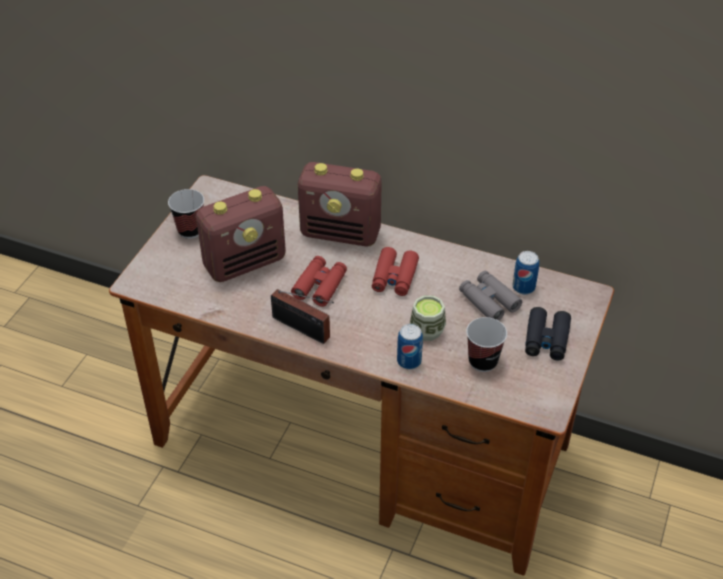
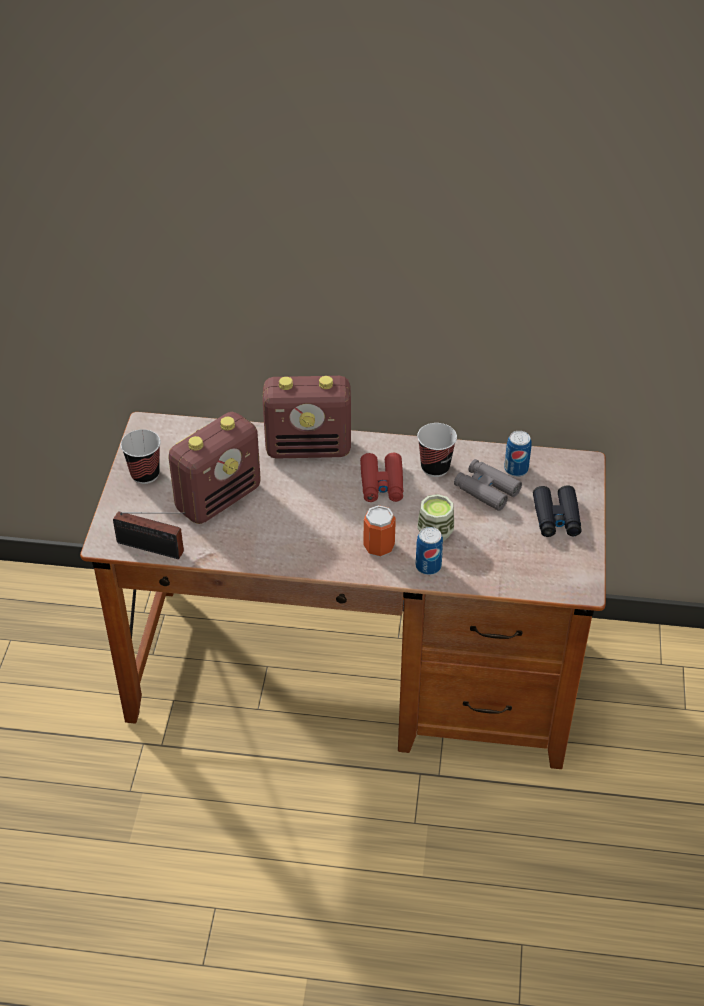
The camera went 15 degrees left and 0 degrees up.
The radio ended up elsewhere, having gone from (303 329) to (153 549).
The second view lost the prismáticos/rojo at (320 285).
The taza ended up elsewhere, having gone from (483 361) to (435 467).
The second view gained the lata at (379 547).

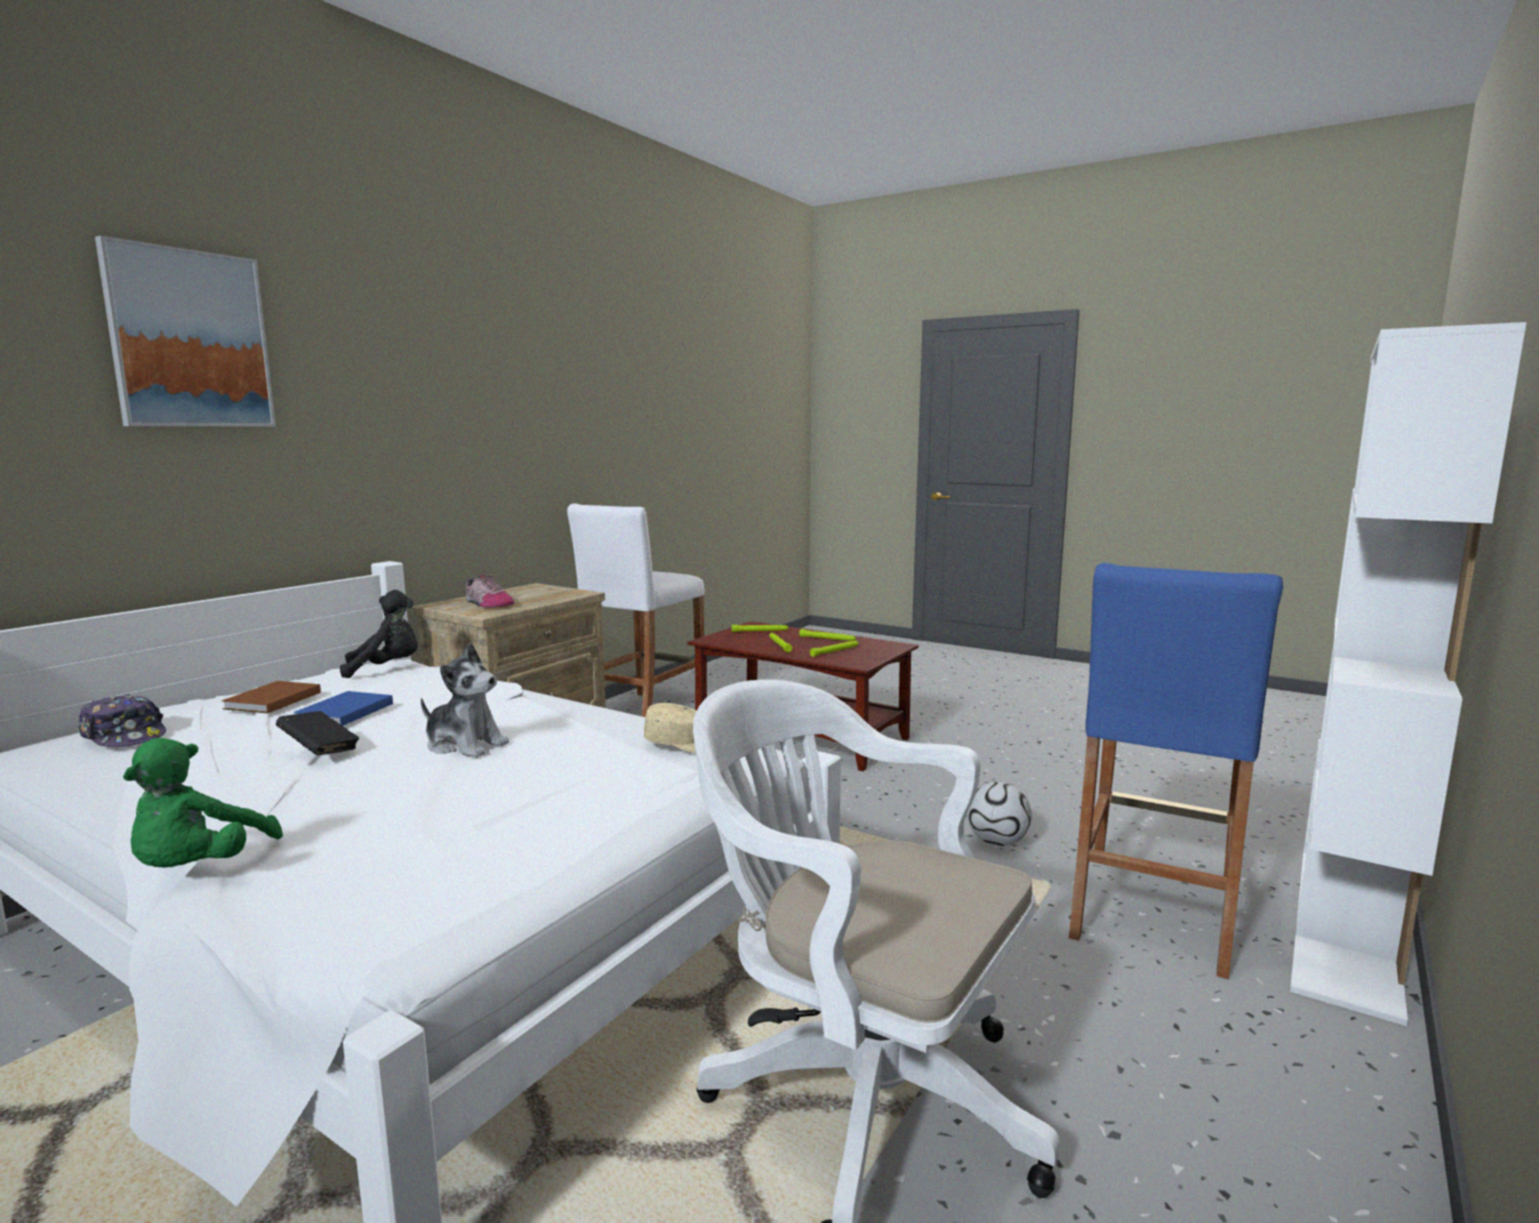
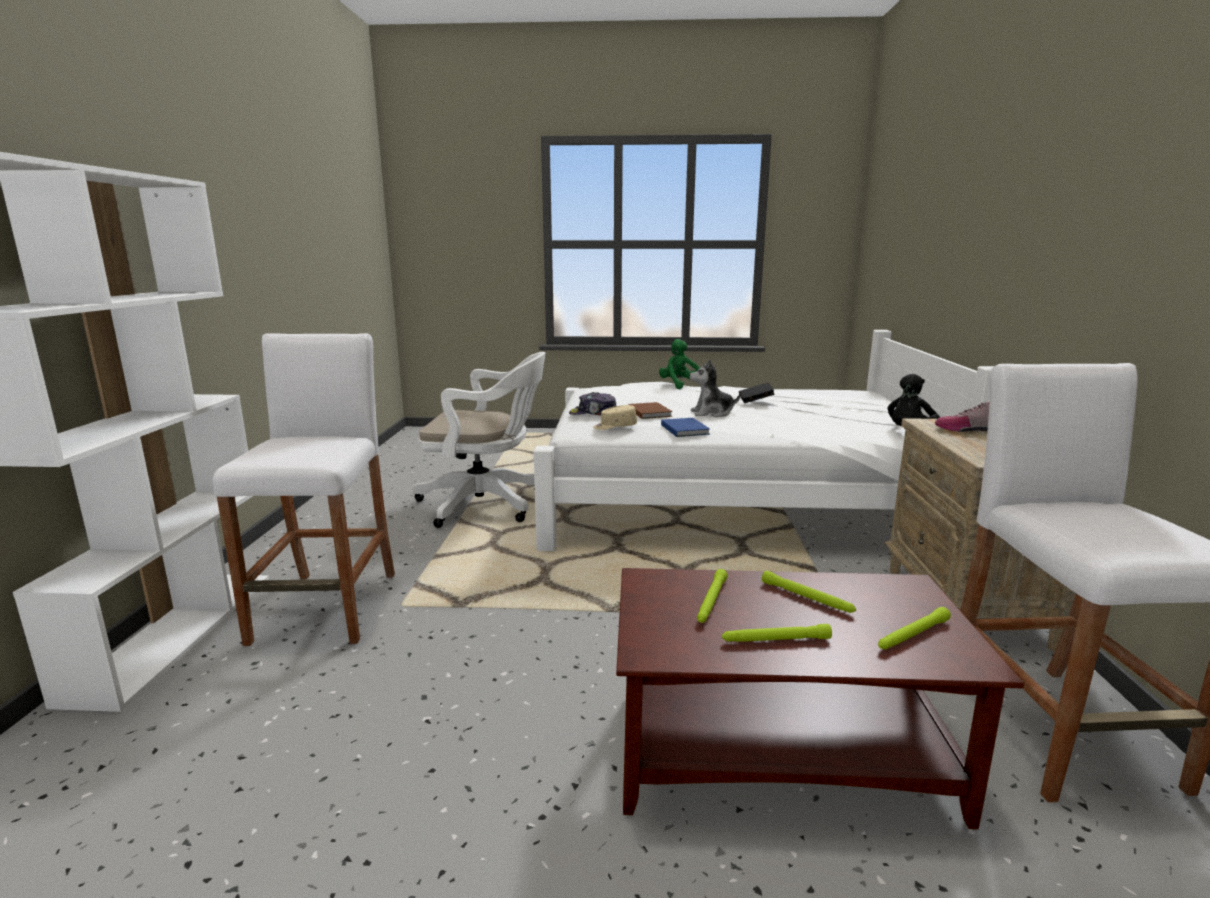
The camera went 150 degrees right and 5 degrees up.
The gorra ended up elsewhere, having gone from (125 736) to (593 414).
The second view lost the cuadro at (189 339).
The libro/marrón ended up elsewhere, having gone from (270 701) to (649 412).
The libro/azul ended up elsewhere, having gone from (342 713) to (685 429).
The second view lost the balón de fútbol at (997 842).
What was the taburete/azul at (1153 910) turned into the taburete/blanco at (327 607).

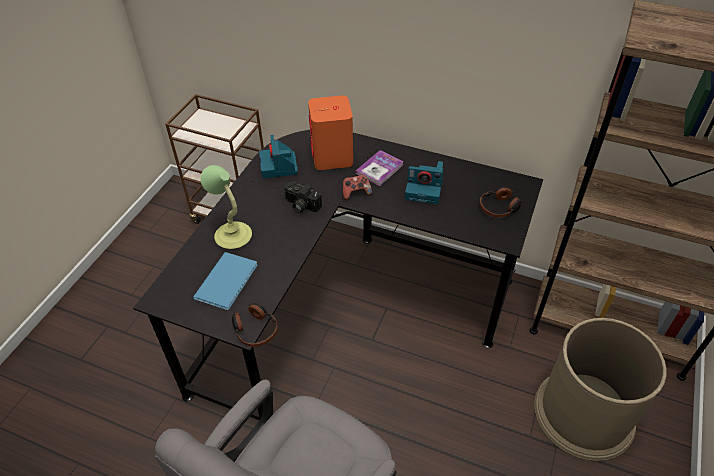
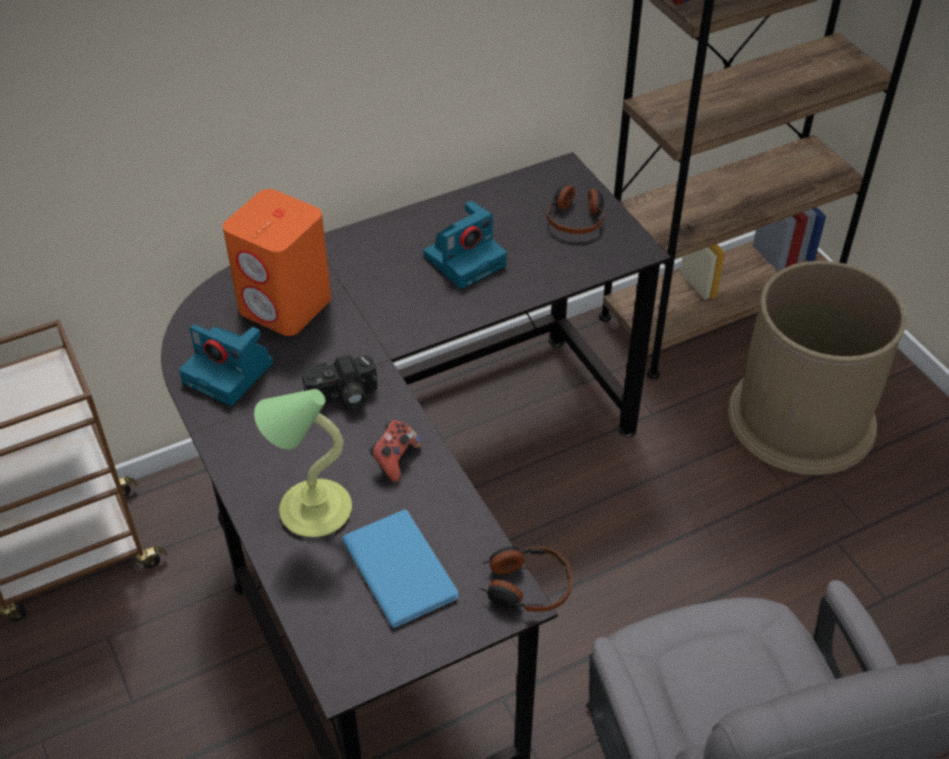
The camera went 50 degrees left and 0 degrees up.
The mando de consola ended up elsewhere, having gone from (356 193) to (395 460).
The second view lost the libro at (379 169).

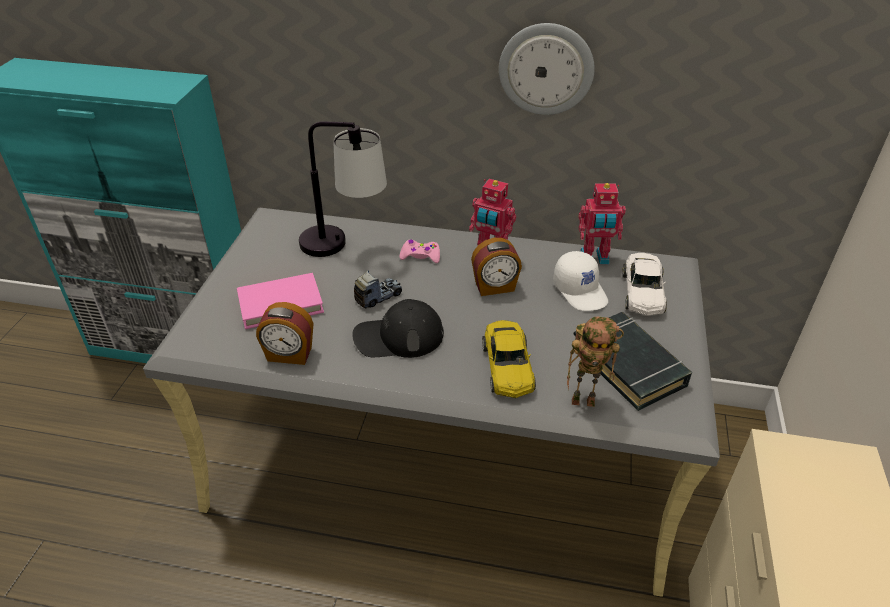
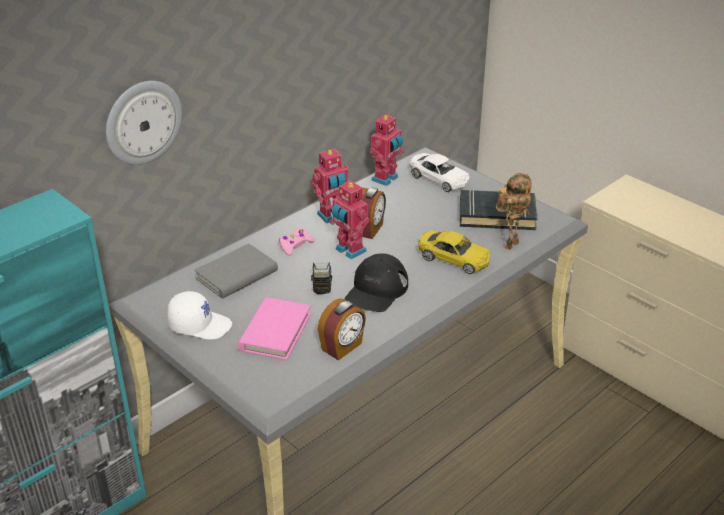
The camera went 55 degrees left and 5 degrees down.
Where the lámpara de mesa stood at (344 246), the libro/gris came to stand at (237 275).
The reloj de pared ended up elsewhere, having gone from (546 69) to (143 122).
The gorra/blanco ended up elsewhere, having gone from (581 291) to (200 325).
The second view gained the robot de juguete at (349 251).

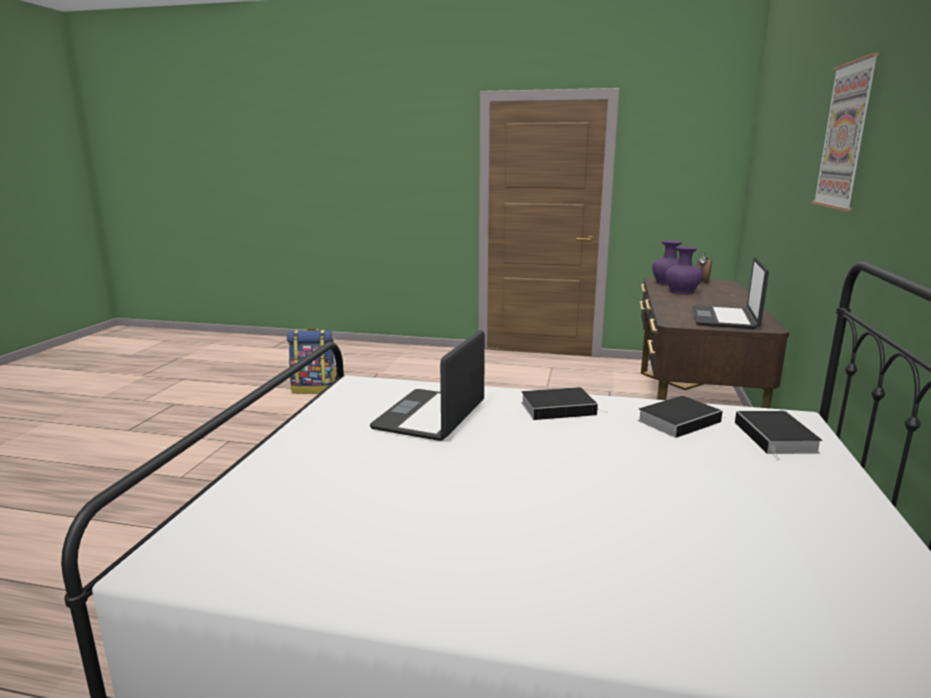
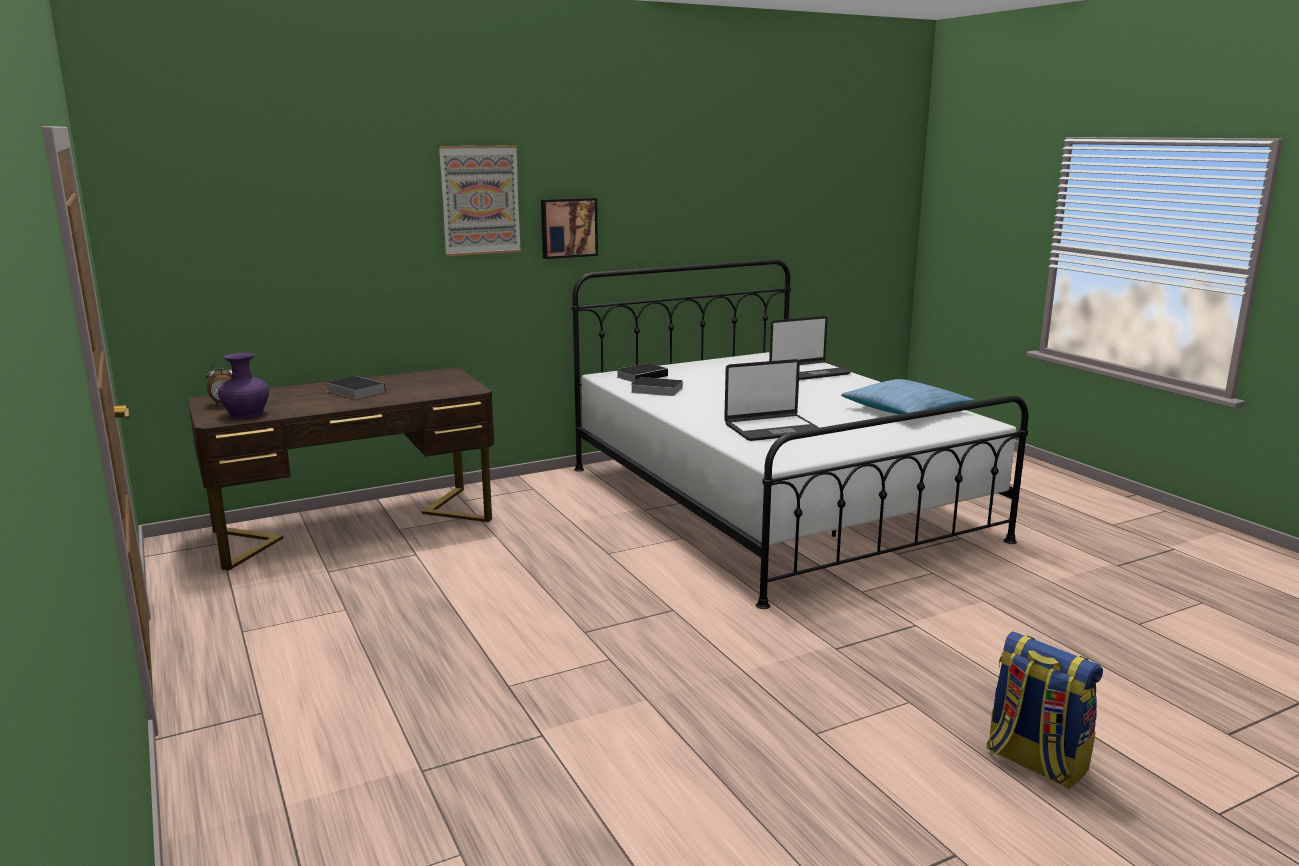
The camera went 130 degrees left and 0 degrees up.
The mochila ended up elsewhere, having gone from (314 389) to (1034 762).
The libro ended up elsewhere, having gone from (559 408) to (354 391).
The second view lost the florero/morado at (681 292).
The portátil ended up elsewhere, having gone from (725 319) to (808 372).
The second view gained the cuadro at (568 227).
The second view gained the cojín at (905 410).

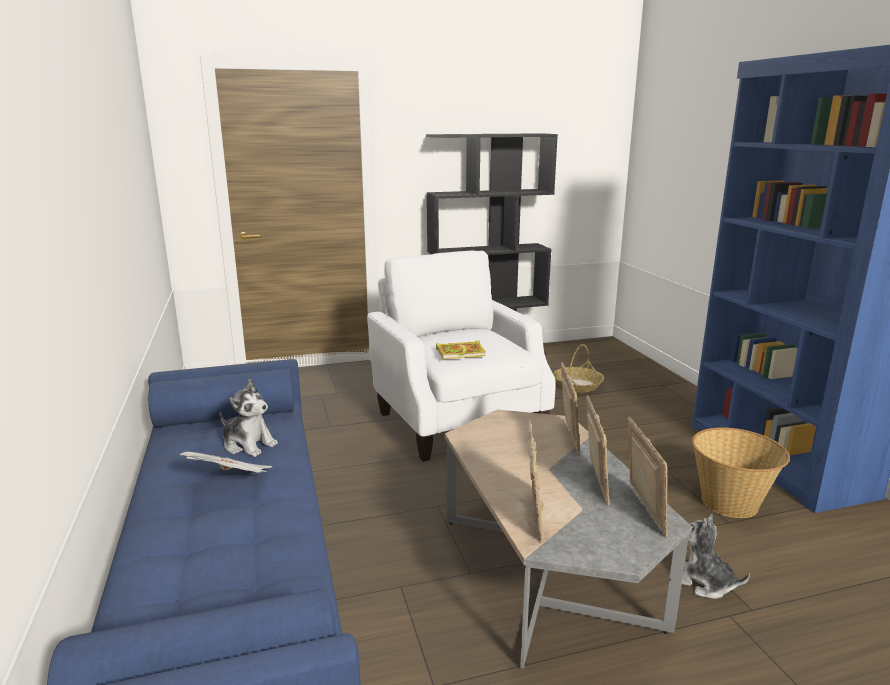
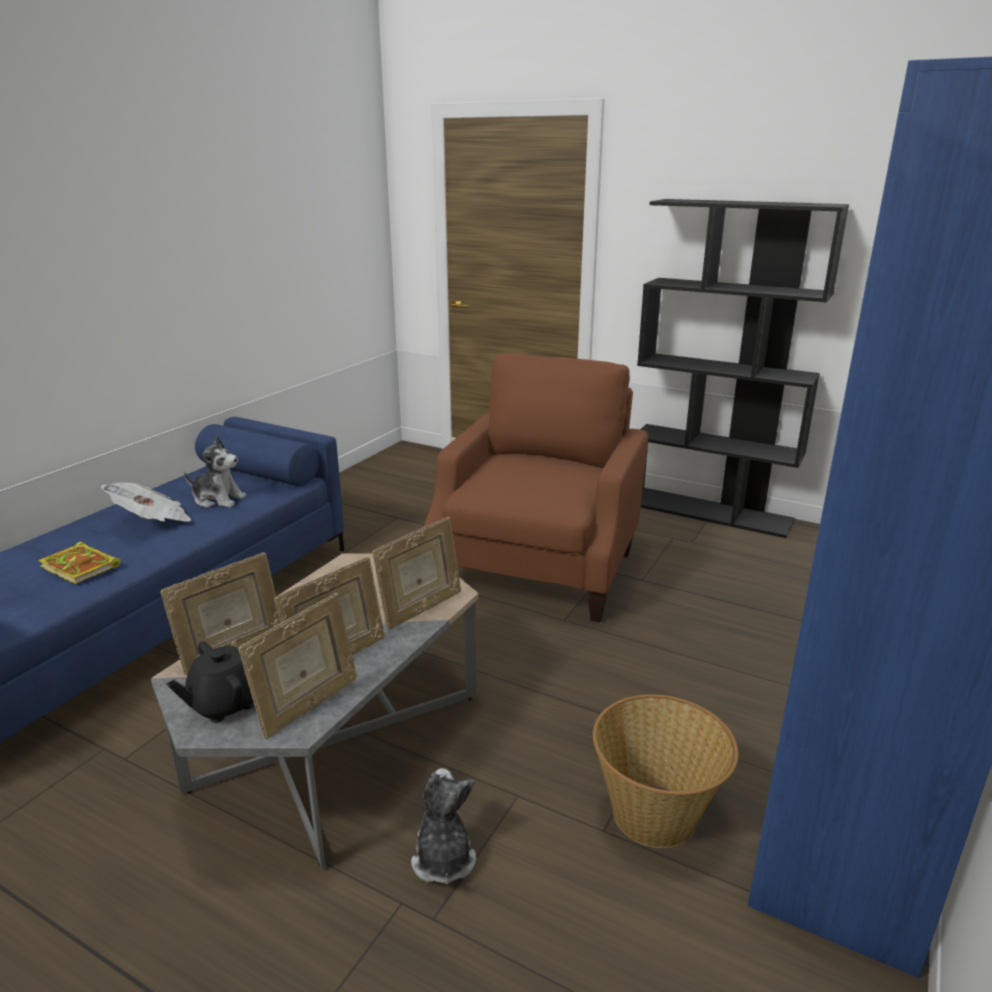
The camera went 45 degrees right and 5 degrees up.
The peluche at (248 444) ended up facing another way, 60 degrees counterclockwise from before.
What was the sillón/blanco at (457 420) turned into the sillón/marrón at (539 568).
The libro ended up elsewhere, having gone from (461 352) to (82 567).
The second view lost the cesta at (577 385).
The second view gained the tetera/negro at (225 704).

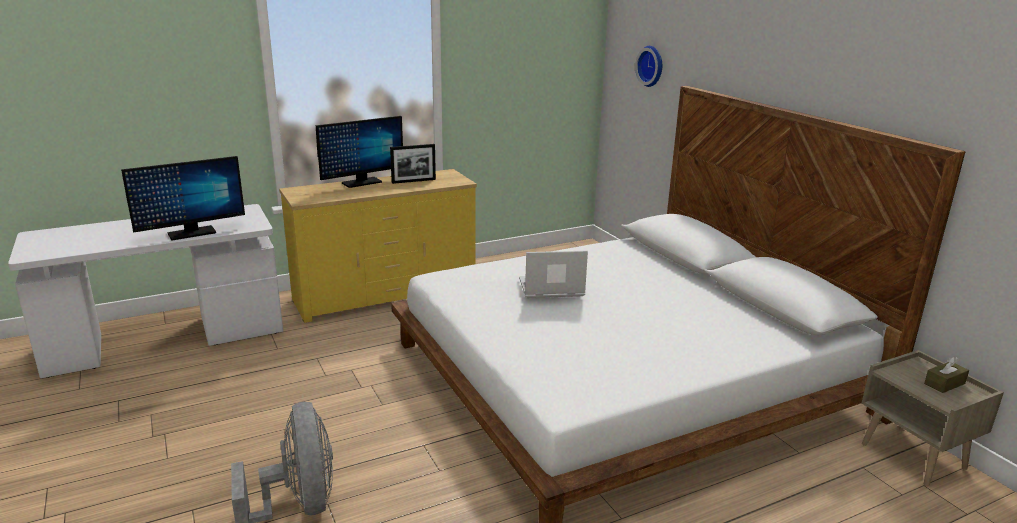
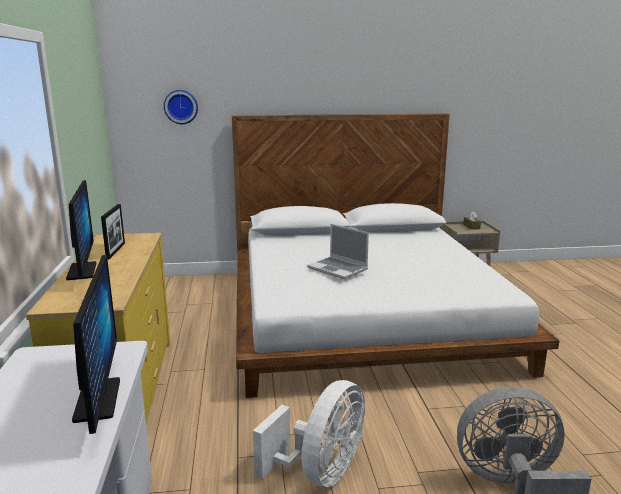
The camera went 70 degrees left and 5 degrees down.
The portátil at (550 288) ended up facing another way, 60 degrees counterclockwise from before.
The second view gained the ventilador/blanco at (321 472).

